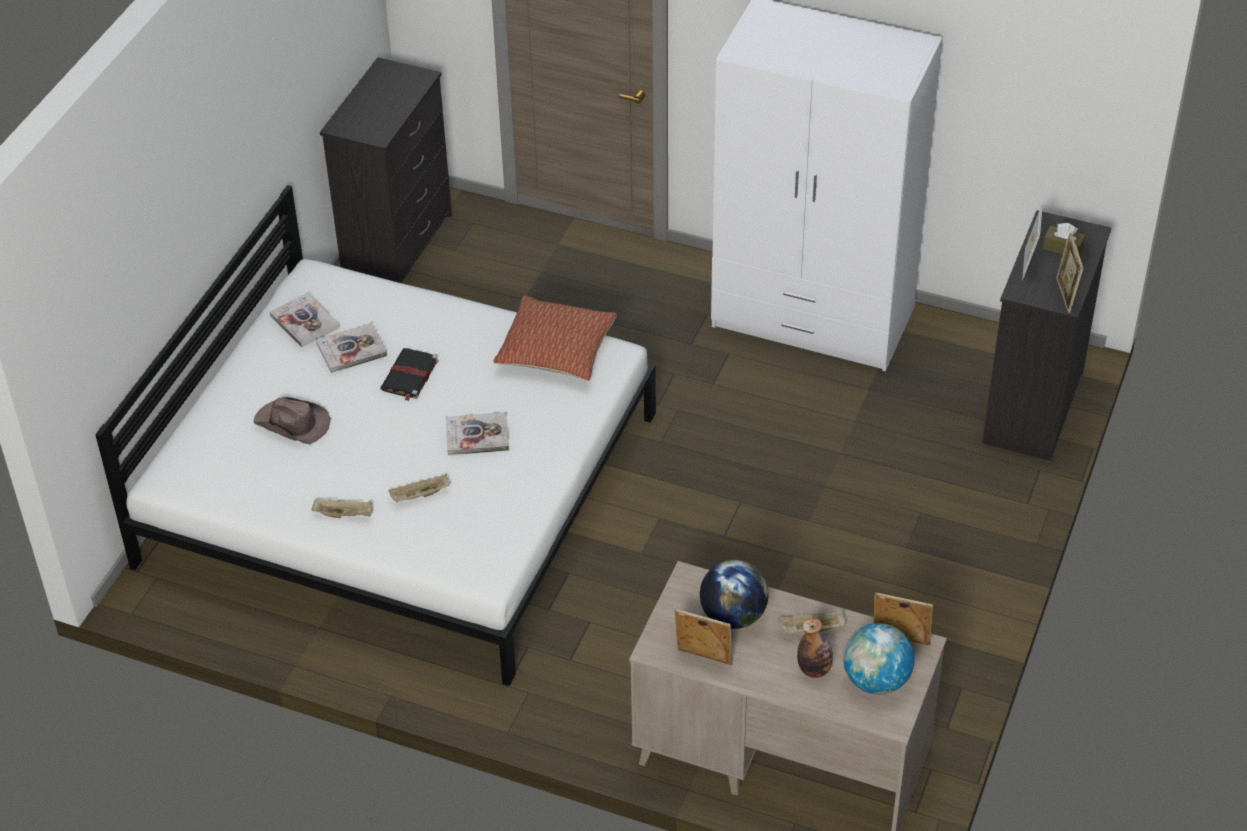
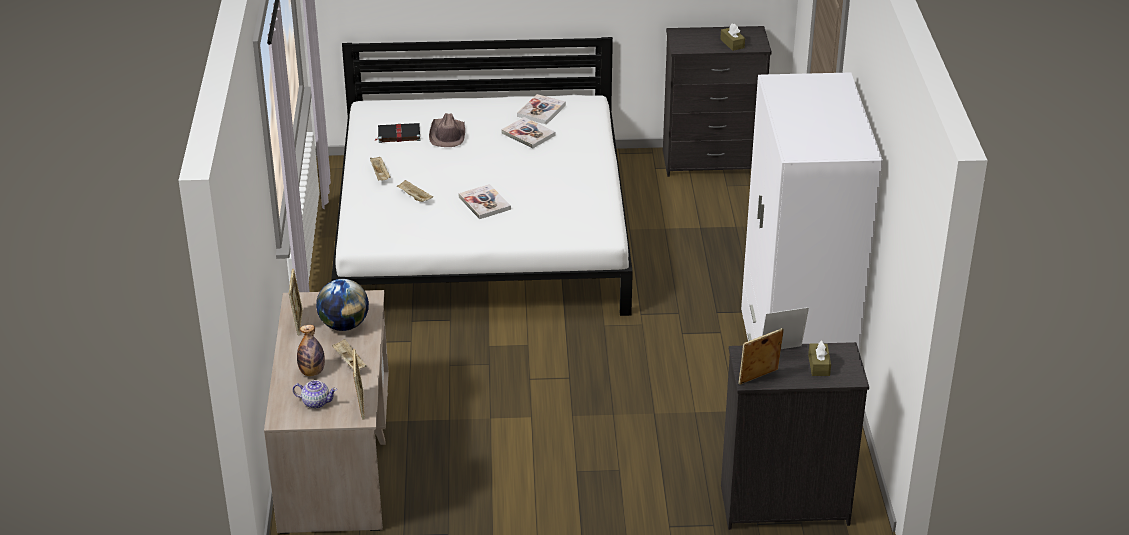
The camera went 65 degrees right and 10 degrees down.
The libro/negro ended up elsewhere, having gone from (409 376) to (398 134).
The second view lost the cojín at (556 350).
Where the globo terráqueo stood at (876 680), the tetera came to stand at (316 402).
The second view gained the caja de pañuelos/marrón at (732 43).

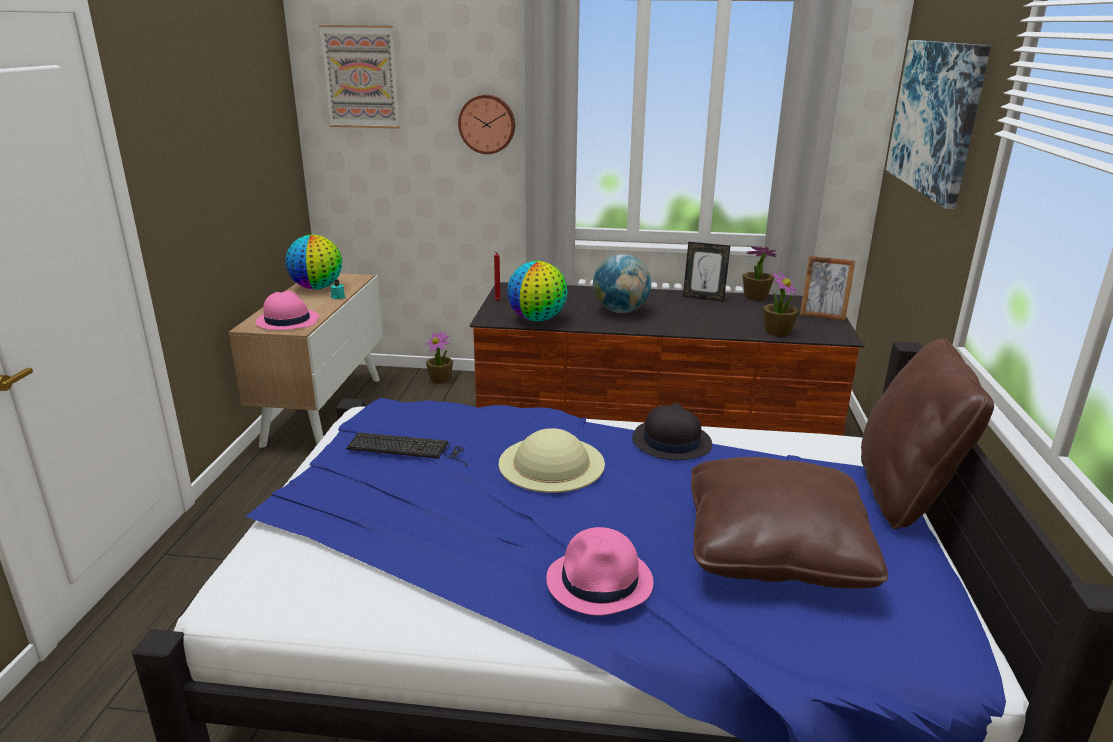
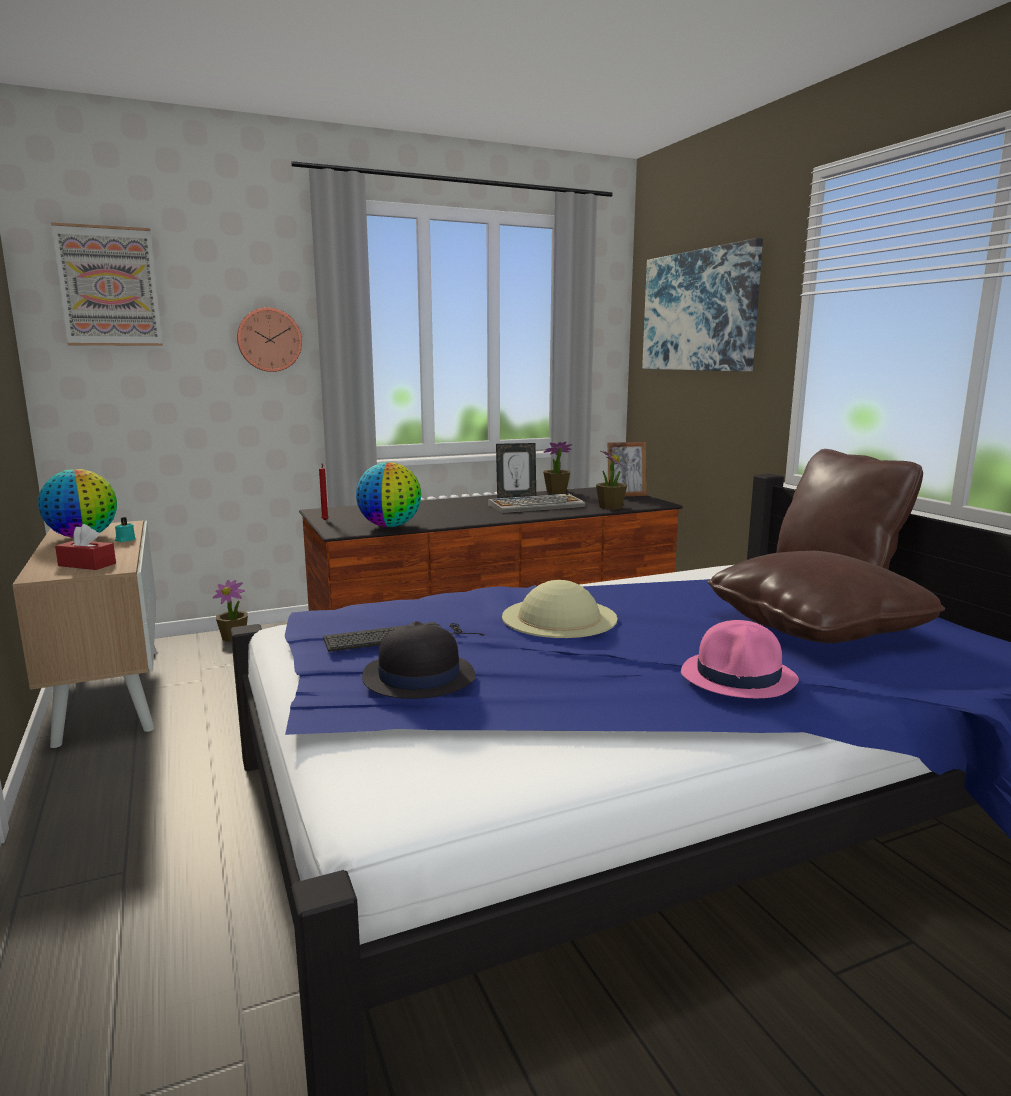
The camera went 30 degrees left and 10 degrees down.
Where the sombrero/rosa stood at (287 321), the caja de pañuelos/rojo came to stand at (87 564).
The second view lost the globo terráqueo at (620 311).
The sombrero/negro ended up elsewhere, having gone from (670 442) to (418 677).
The second view gained the teclado at (537 505).

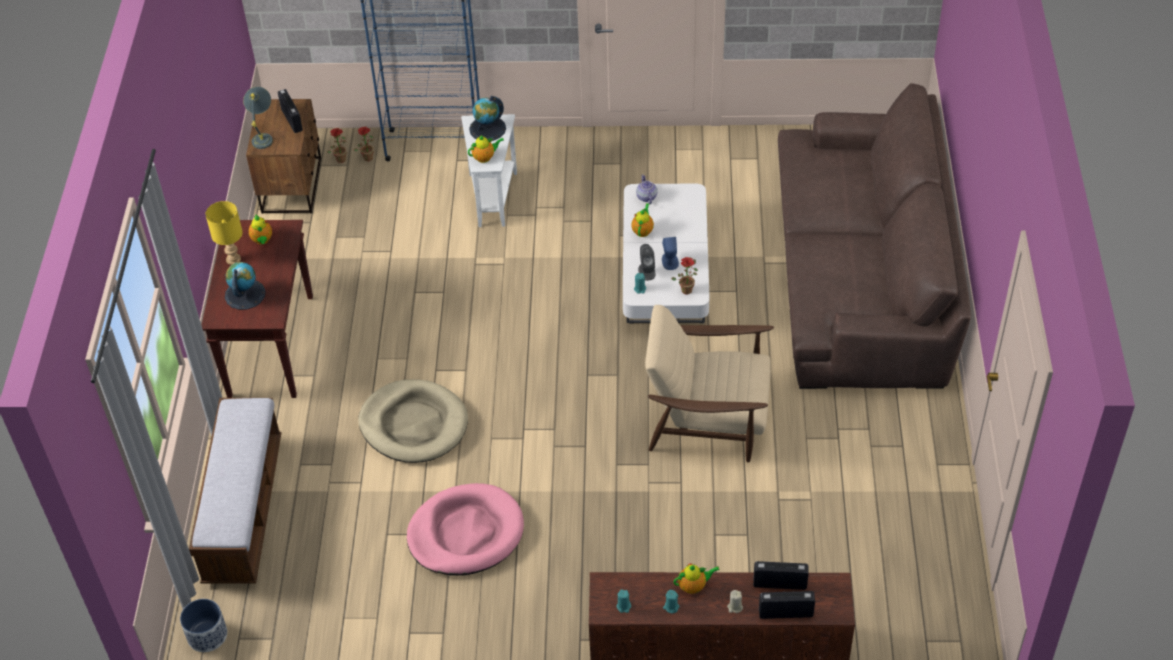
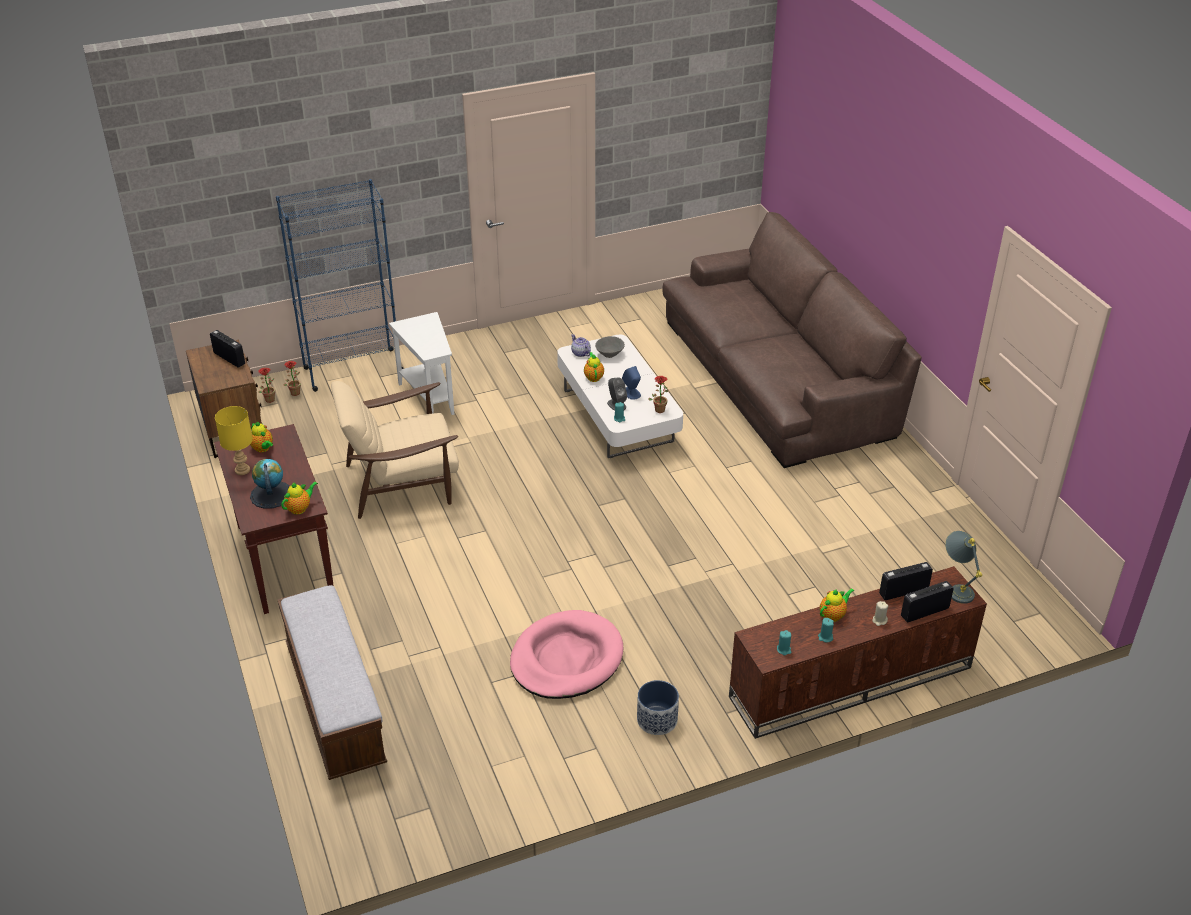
The camera went 25 degrees left and 10 degrees down.
The maceta ended up elsewhere, having gone from (207 635) to (656 720).
The lámpara de mesa/gris ended up elsewhere, having gone from (263 136) to (956 588).
The second view lost the cama para perro/beis at (414 424).
The tetera ended up elsewhere, having gone from (485 157) to (300 508).
The second view lost the globo terráqueo at (487 129).
The sillón/beis ended up elsewhere, having gone from (708 418) to (402 482).
The second view gained the cuenco/gris at (609 354).

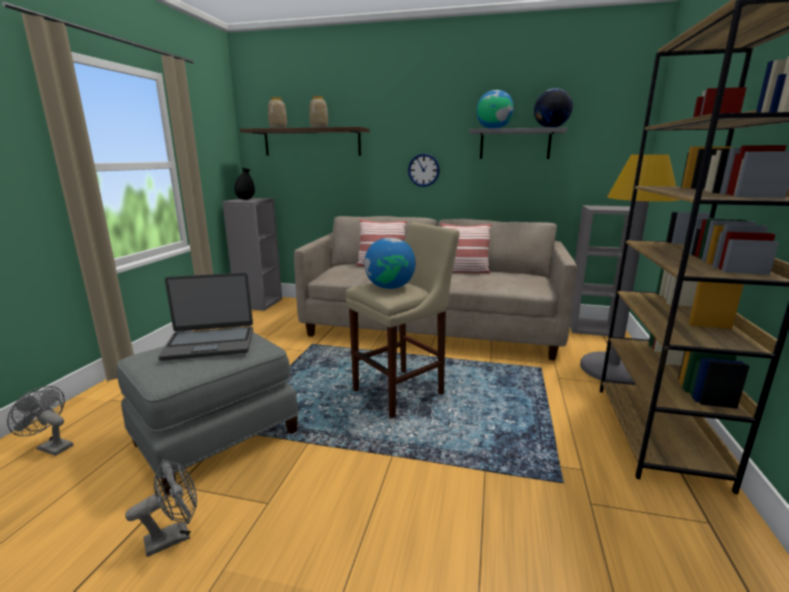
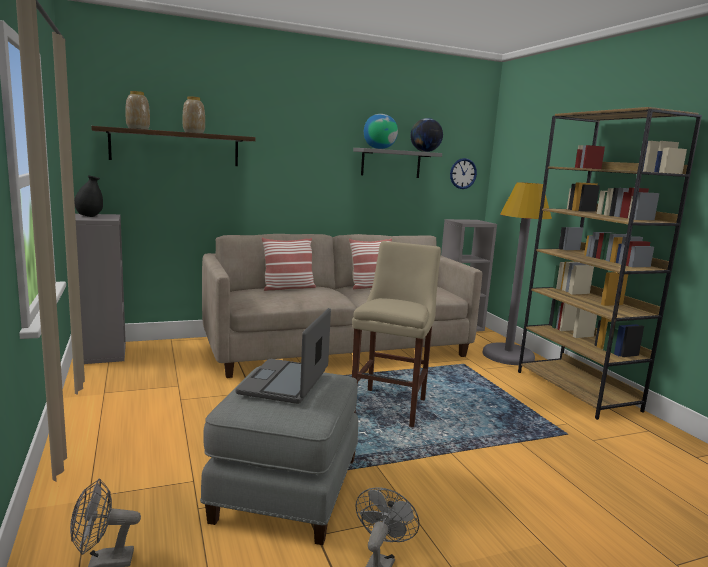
The camera went 35 degrees left and 5 degrees down.
The portátil at (210 343) ended up facing another way, 150 degrees clockwise from before.
The second view lost the globo terráqueo at (390 287).
The reloj de pared ended up elsewhere, having gone from (423 170) to (463 173).

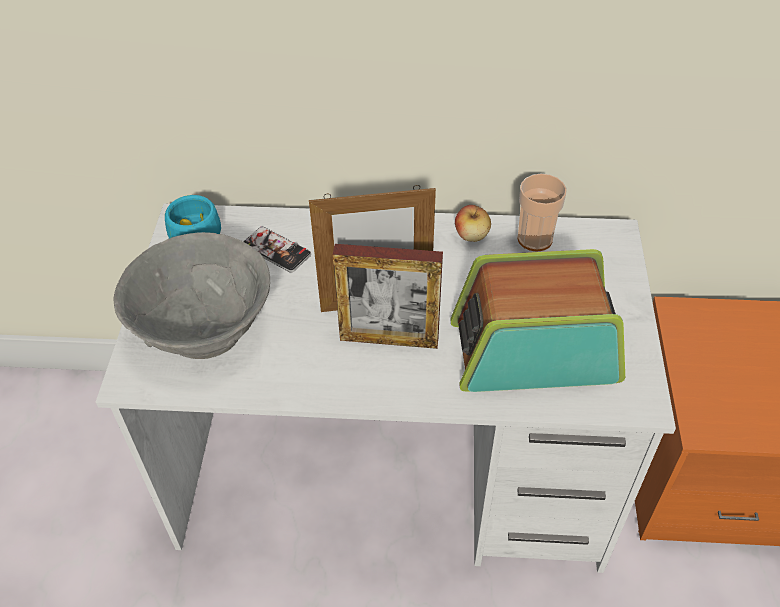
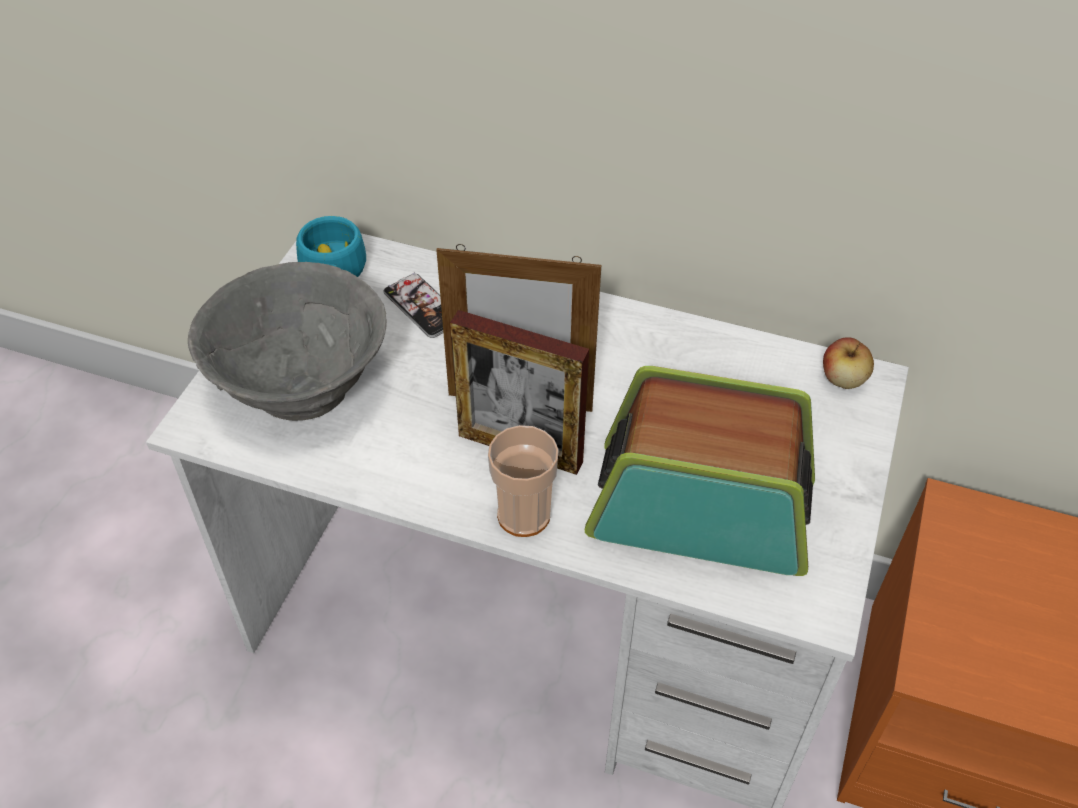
The camera went 15 degrees right and 0 degrees up.
The manzana ended up elsewhere, having gone from (471 235) to (843 379).
The taza ended up elsewhere, having gone from (535 239) to (523 515).

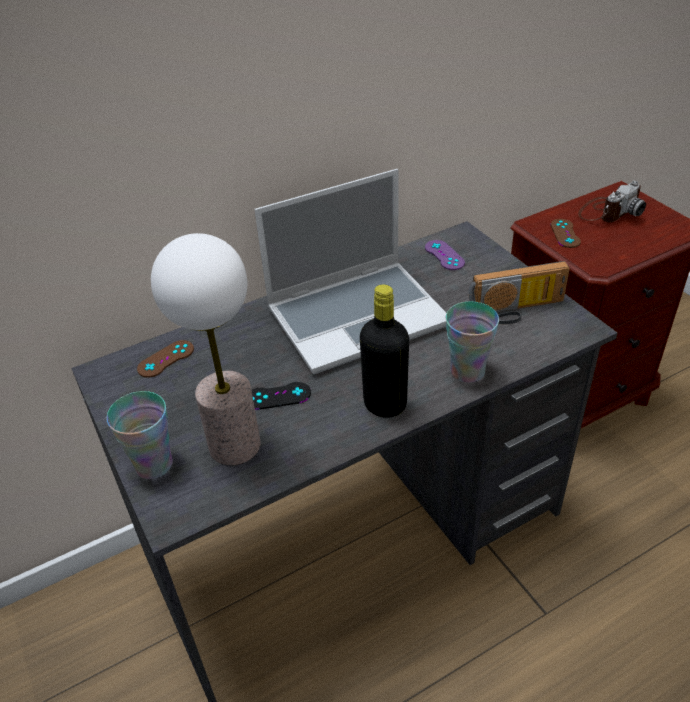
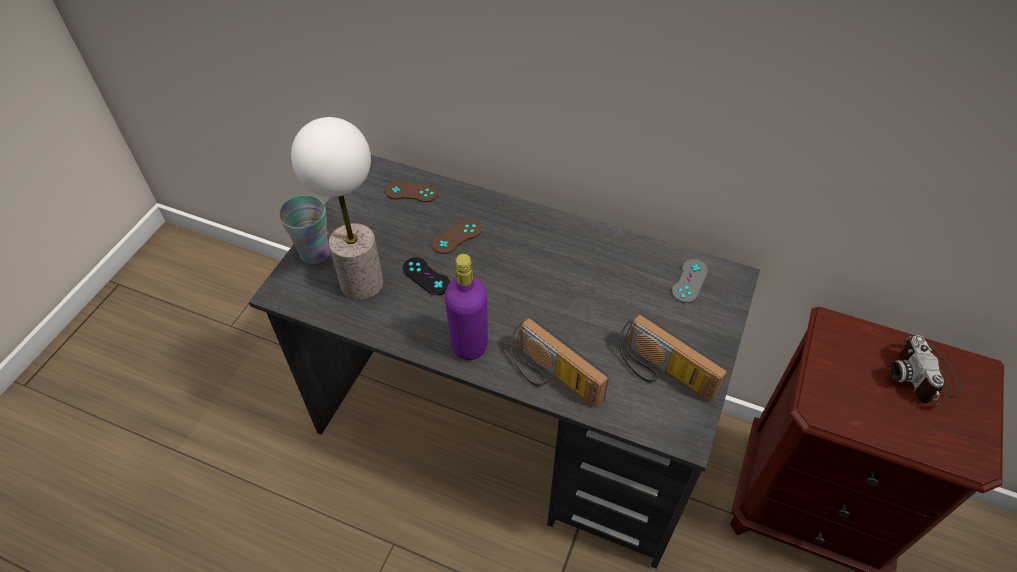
The camera went 50 degrees right and 10 degrees up.
The second view lost the portátil at (358 316).
What was the botella/negro at (385 404) turned into the botella/morado at (469 345).
What was the mando de consola/morado at (444 255) turned into the mando de consola/gris at (689 281).
Where the taza stood at (467 371), the radio came to stand at (551 378).
The mando de consola/marrón ended up elsewhere, having gone from (565 233) to (457 237).
The cámara at (608 211) ended up facing another way, 75 degrees clockwise from before.

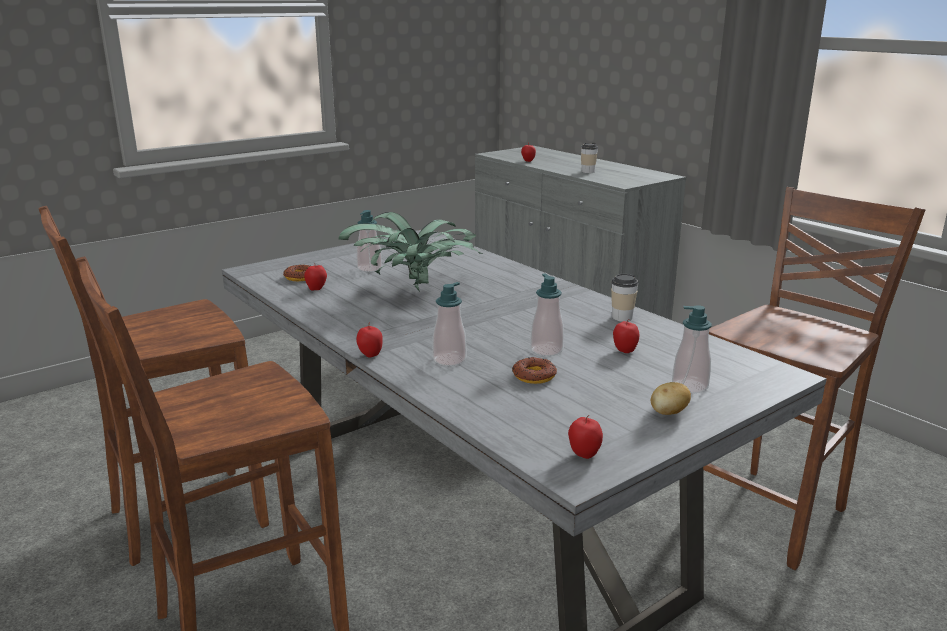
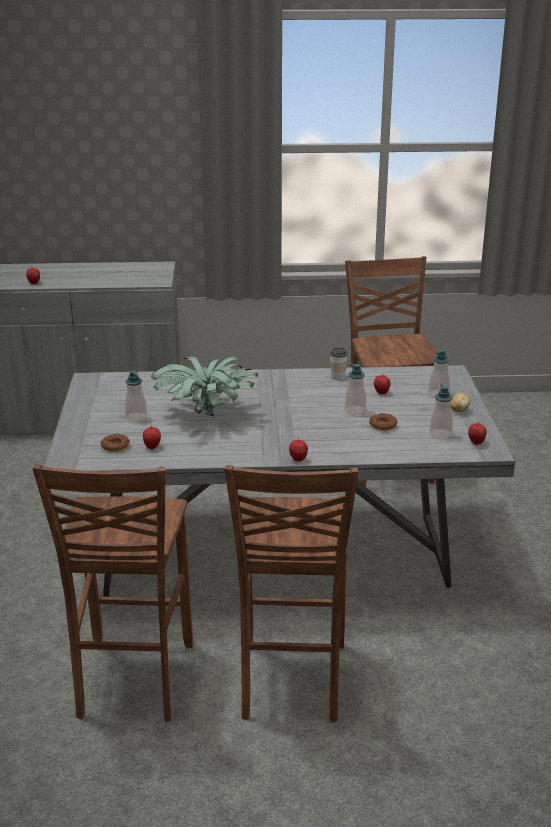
The camera went 55 degrees left and 5 degrees up.
The dispensador de jabón ended up elsewhere, having gone from (449 360) to (440 435).
The second view lost the taza at (588 171).

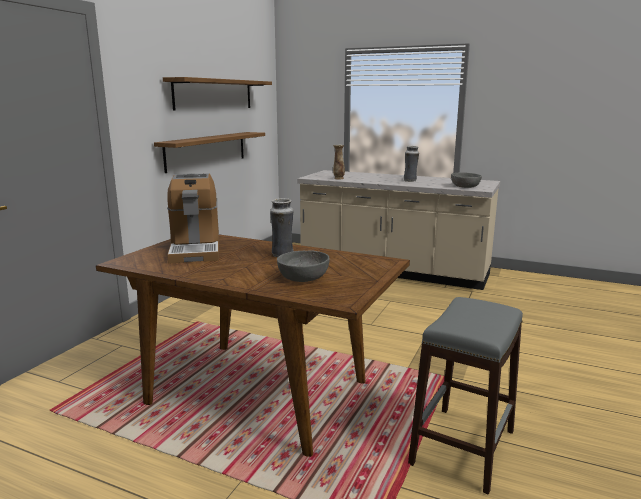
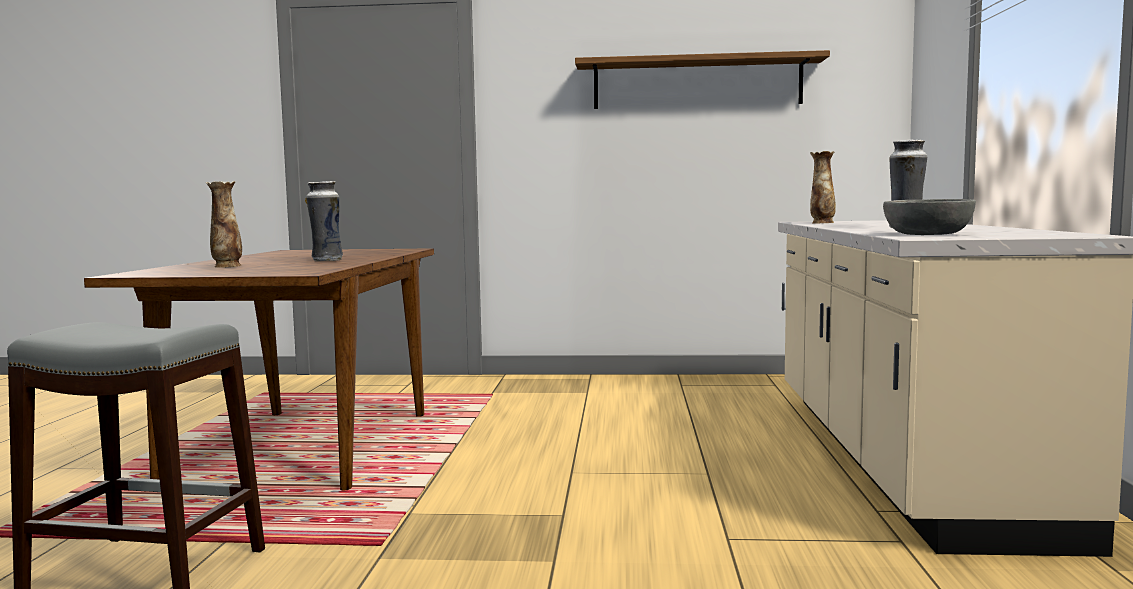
The camera went 70 degrees right and 10 degrees down.
The second view lost the estante at (207 150).
The second view lost the cafetera at (195 249).
Where the cuenco/gris stood at (303 277), the florero came to stand at (227 266).

